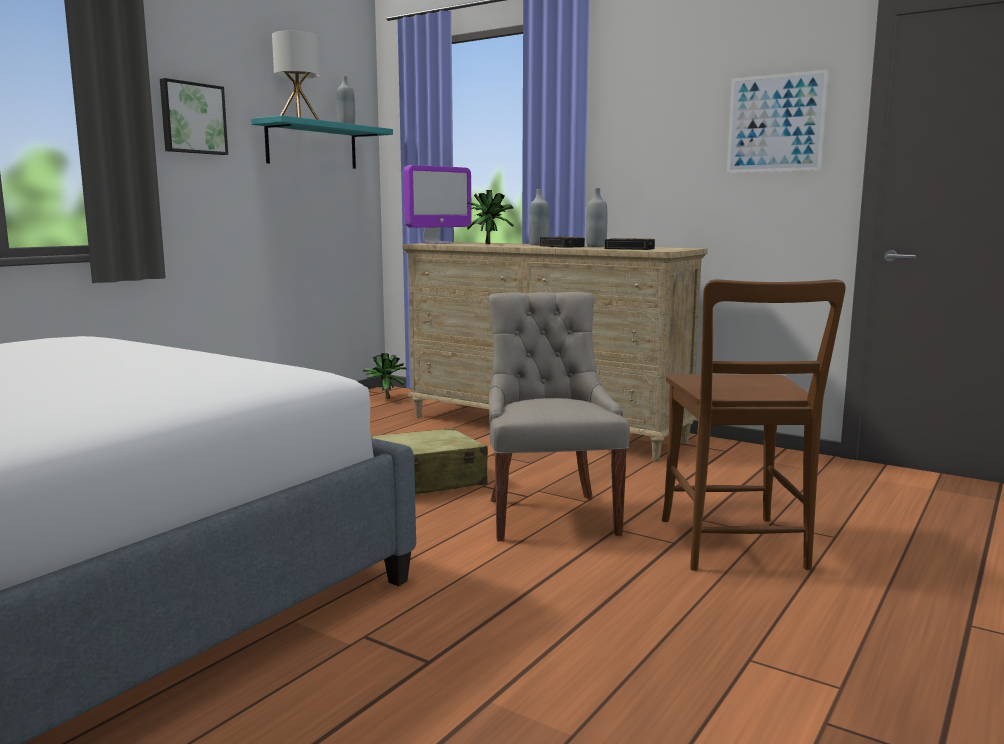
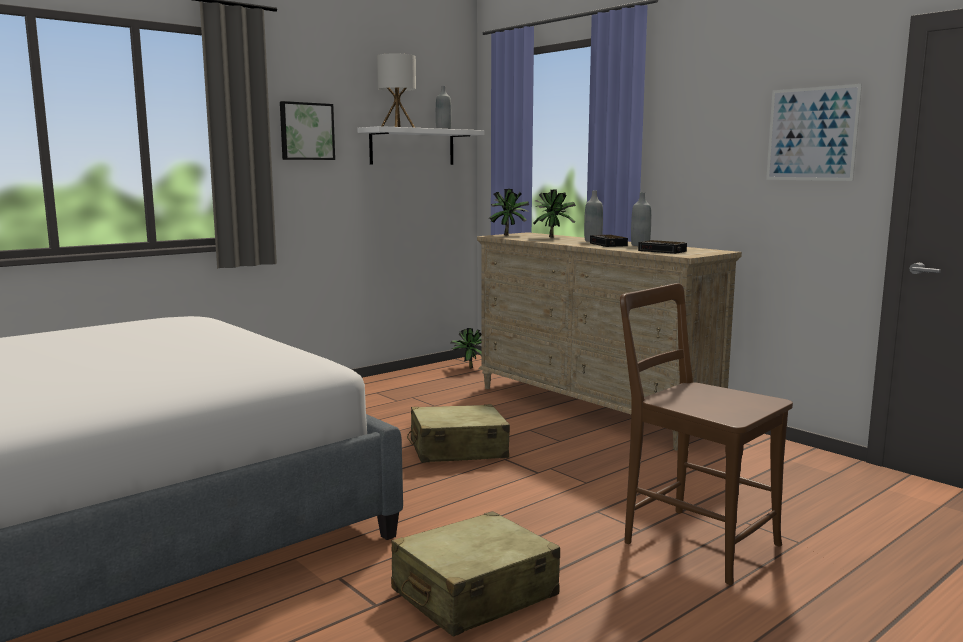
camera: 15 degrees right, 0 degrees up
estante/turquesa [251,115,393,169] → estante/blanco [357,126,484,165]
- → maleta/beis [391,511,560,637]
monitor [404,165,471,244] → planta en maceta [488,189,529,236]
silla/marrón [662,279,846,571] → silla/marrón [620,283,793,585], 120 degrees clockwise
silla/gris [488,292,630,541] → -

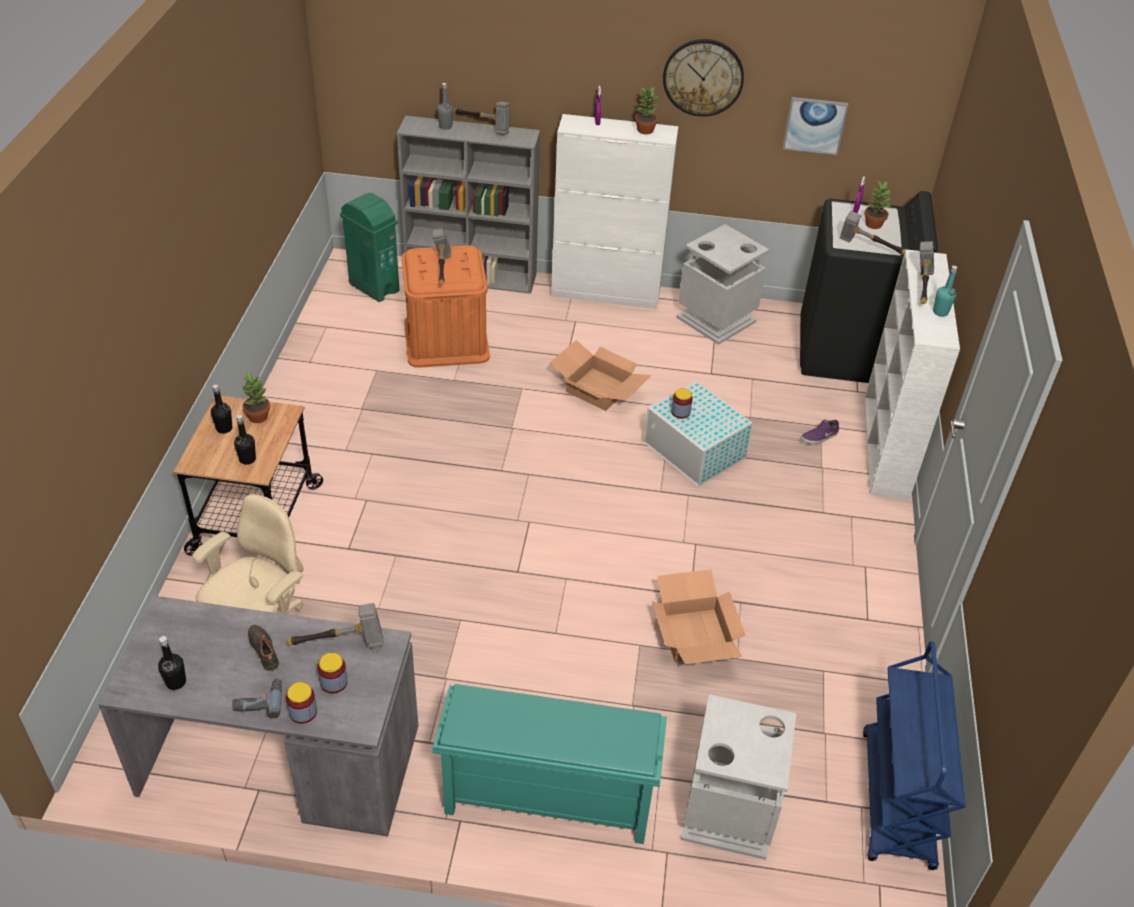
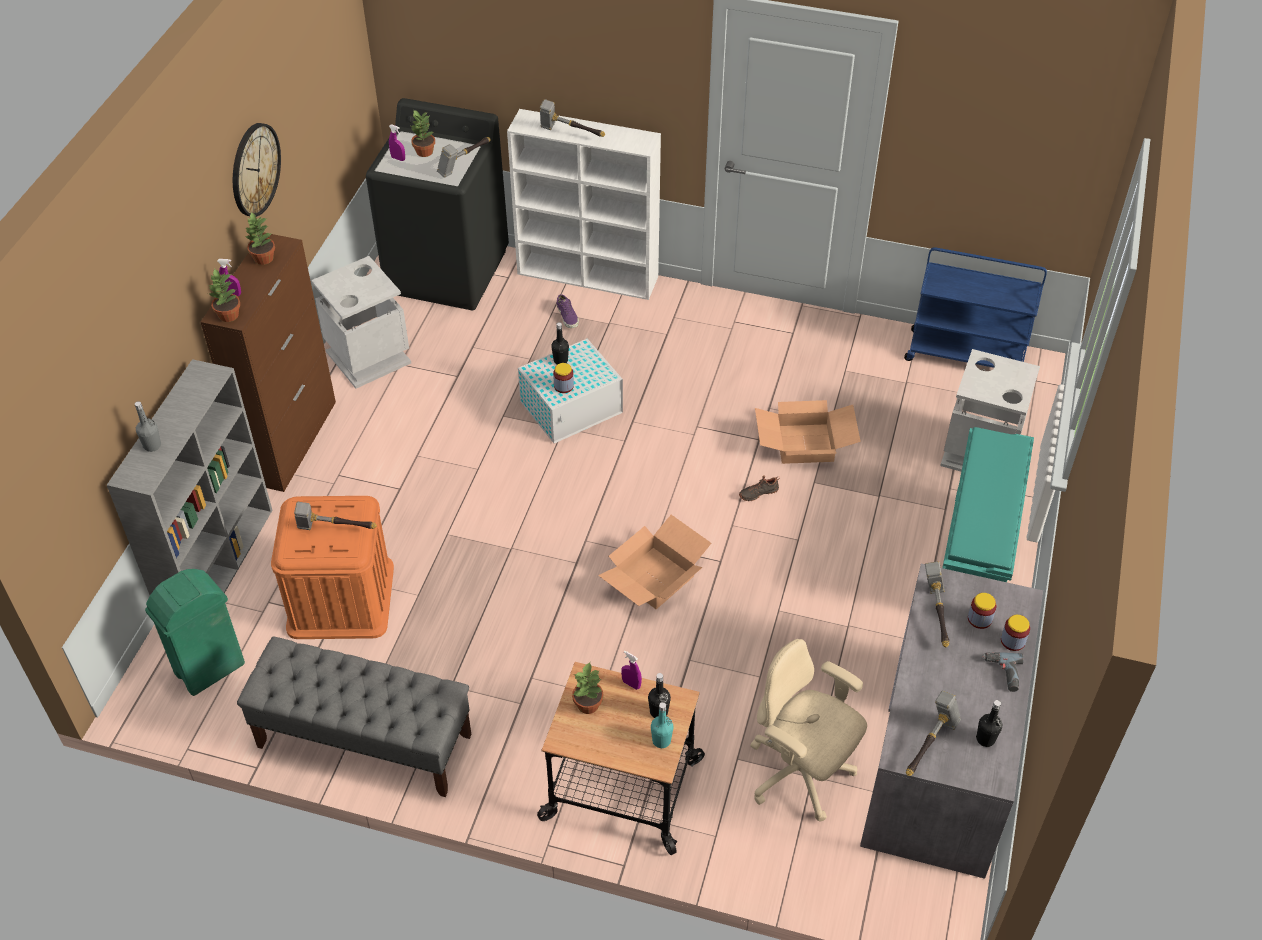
camera: 80 degrees left, 5 degrees up
armario/blanco [551,114,678,309] → armario/marrón [201,232,336,492]
- → planta en maceta [208,268,240,322]
- → banco/gris [237,636,472,797]
botella/negro [211,384,232,434] → botella/negro [551,322,569,365], shifted
caja de cartón [550,340,652,411] → caja de cartón [598,515,711,609], shifted
- → pulverizador/morado [621,651,642,690]
botella/turquesa [933,265,958,317] → botella/turquesa [651,702,674,748], shifted
zapato/negro [248,625,279,671] → zapato/negro [739,475,780,501], shifted
martillo [453,102,510,135] → martillo [906,691,961,776], shifted
cuadro [783,97,848,155] → -

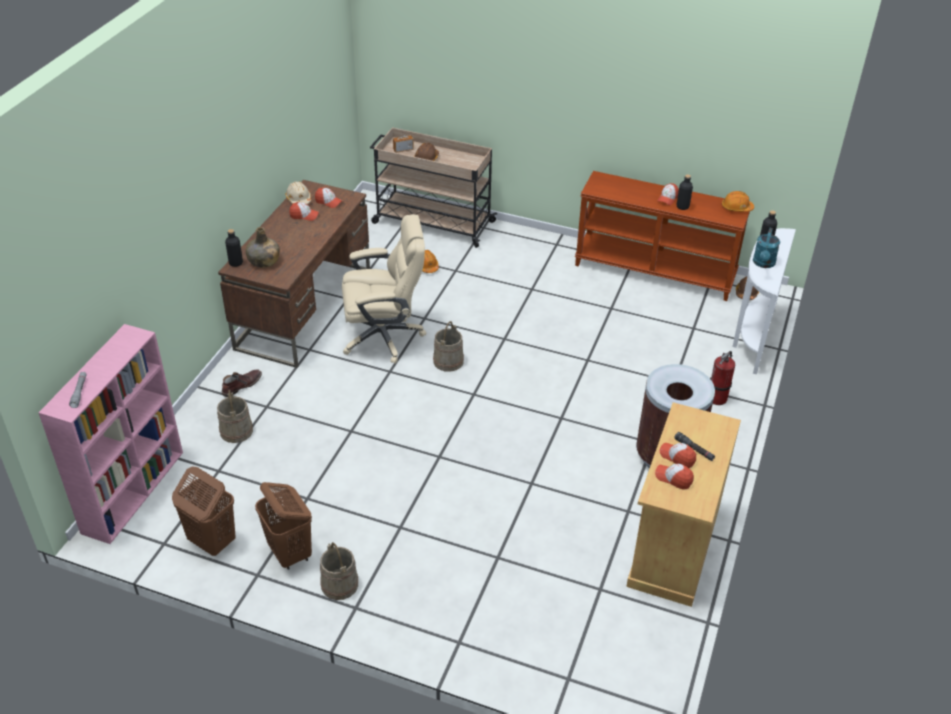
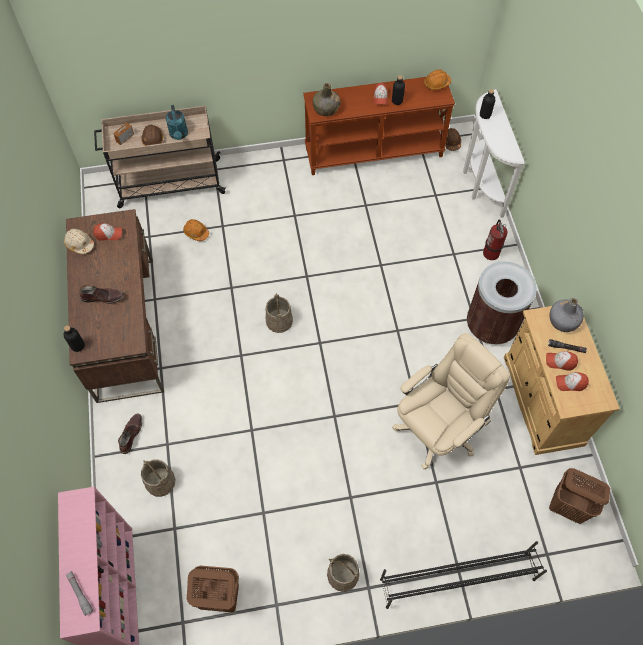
camera: 30 degrees left, 20 degrees up
- → bota/marrón [79,285,124,304]
regadera/turquesa [753,228,780,268] → regadera/turquesa [166,105,188,140], shifted
botella/verde [246,227,280,268] → botella/verde [313,83,340,116], shifted
- → zapatero/negro [380,541,547,609]
silla de oficina/beis [342,214,427,364] → silla de oficina/beis [392,333,510,469], shifted
- → botella/gris [549,298,584,332]
cesto de la ropa/marrón [255,482,312,570] → cesto de la ropa/marrón [549,468,610,524], shifted
gorra [290,202,319,221] → -

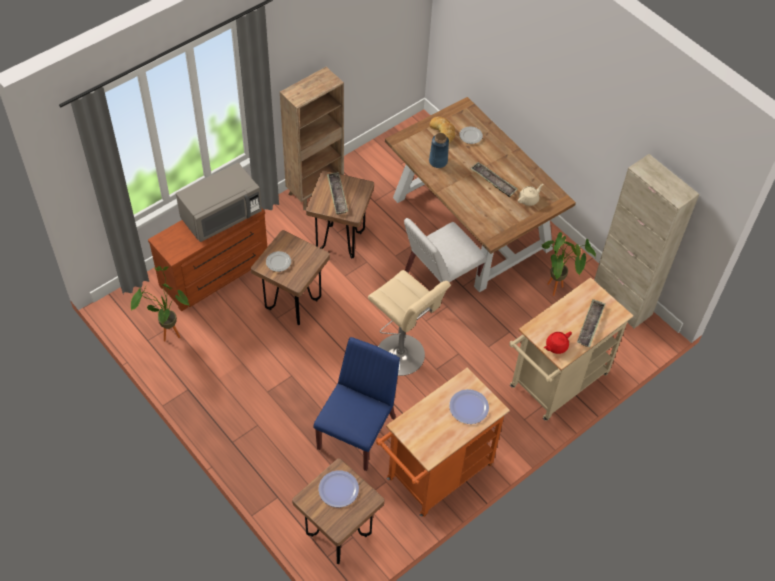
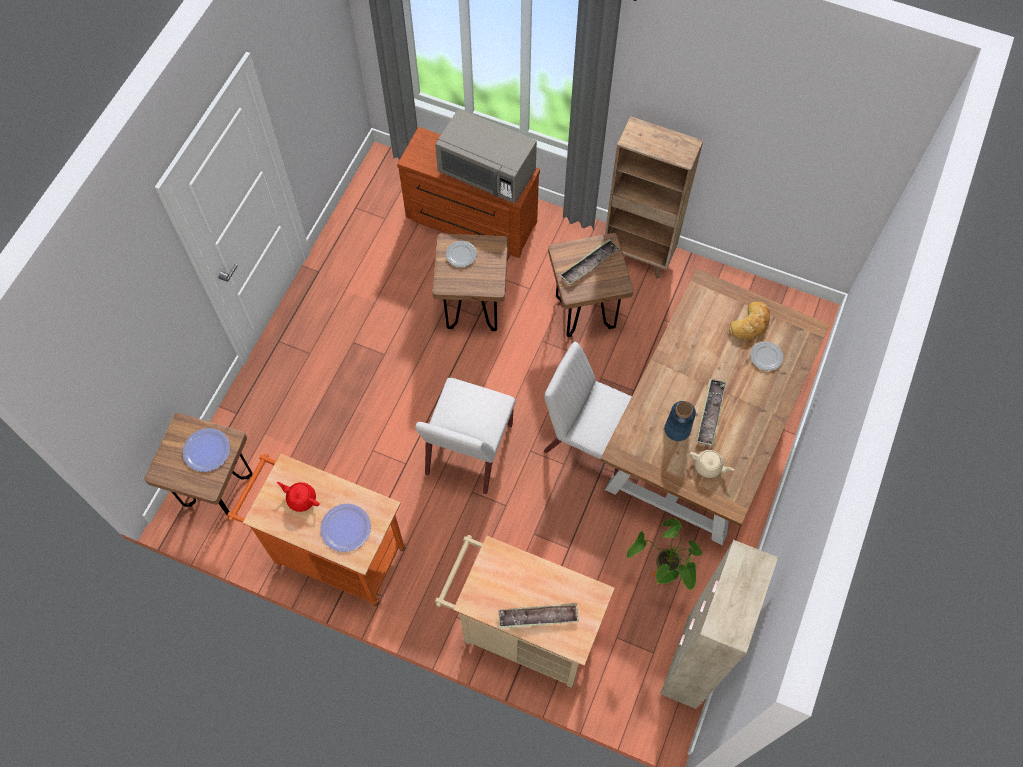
camera: 65 degrees right, 10 degrees up
tetera/rojo [544,332,572,354] → tetera/rojo [277,482,319,512], shifted
taburete/beis [368,270,451,376] → silla/blanco [415,378,516,494]
florero/azul [429,133,449,168] → florero/azul [664,401,696,441], shifted
planta en maceta [131,266,190,342] → -
silla/azul [313,337,400,471] → -

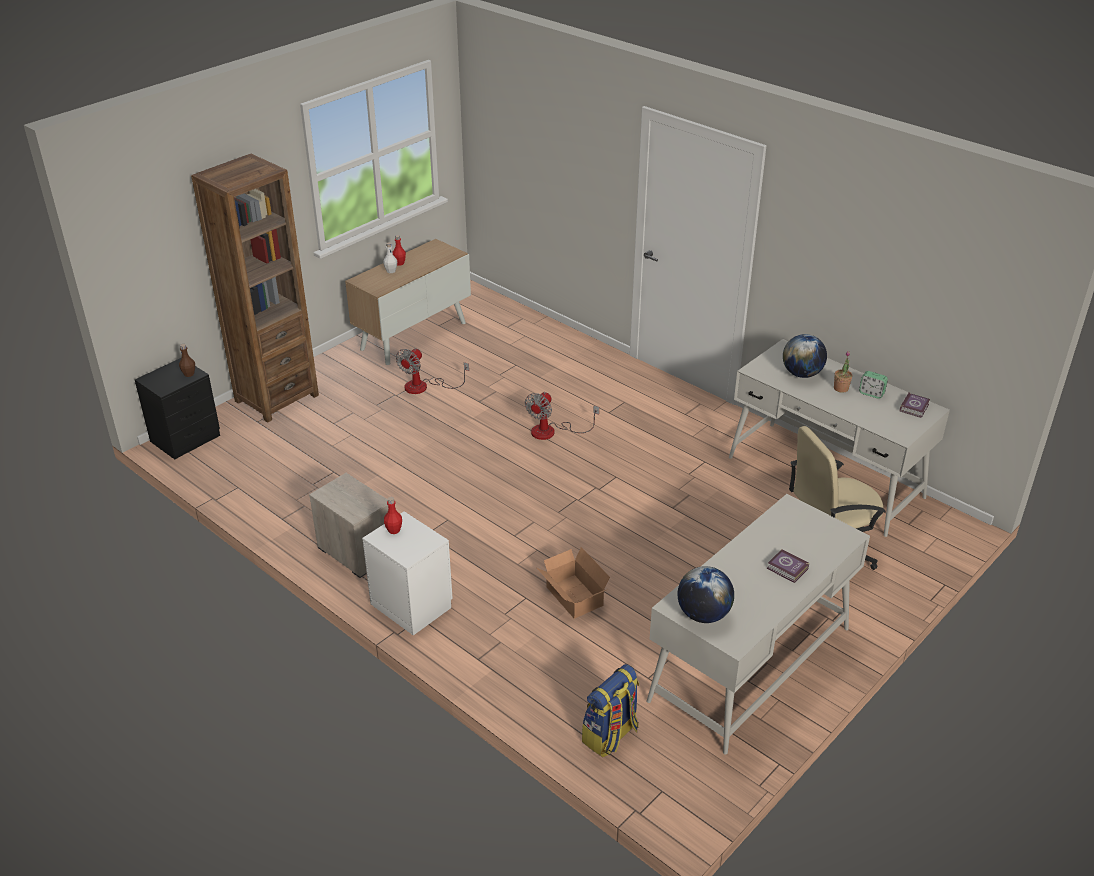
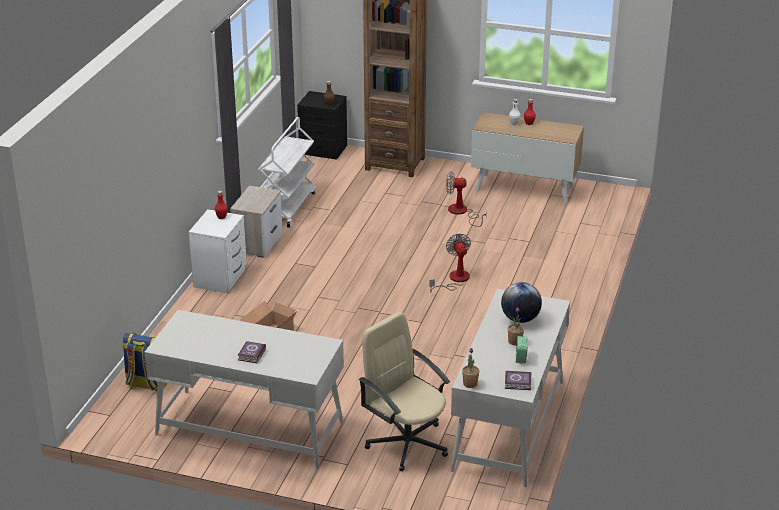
camera: 65 degrees right, 5 degrees down
- → carrito/blanco [258,117,316,228]
ventilador [525,392,599,440] → ventilador [429,233,471,293], 75 degrees clockwise
- → planta en maceta [462,348,479,388]
globo terráqueo [678,566,734,623] → -

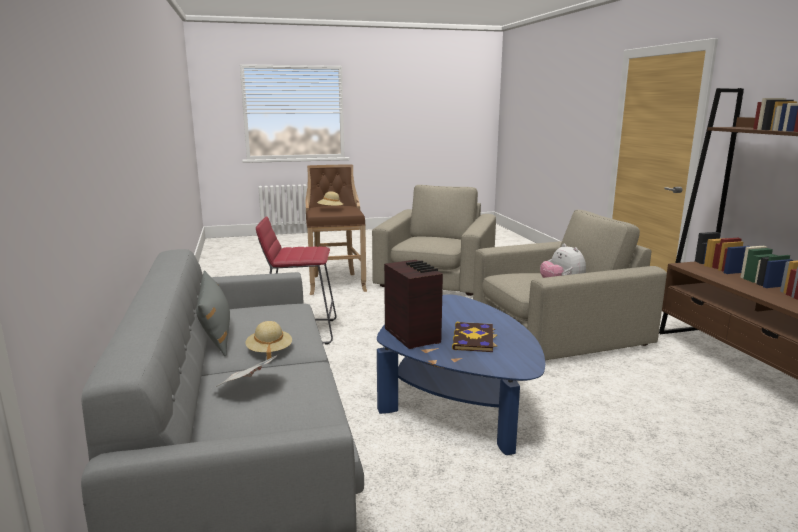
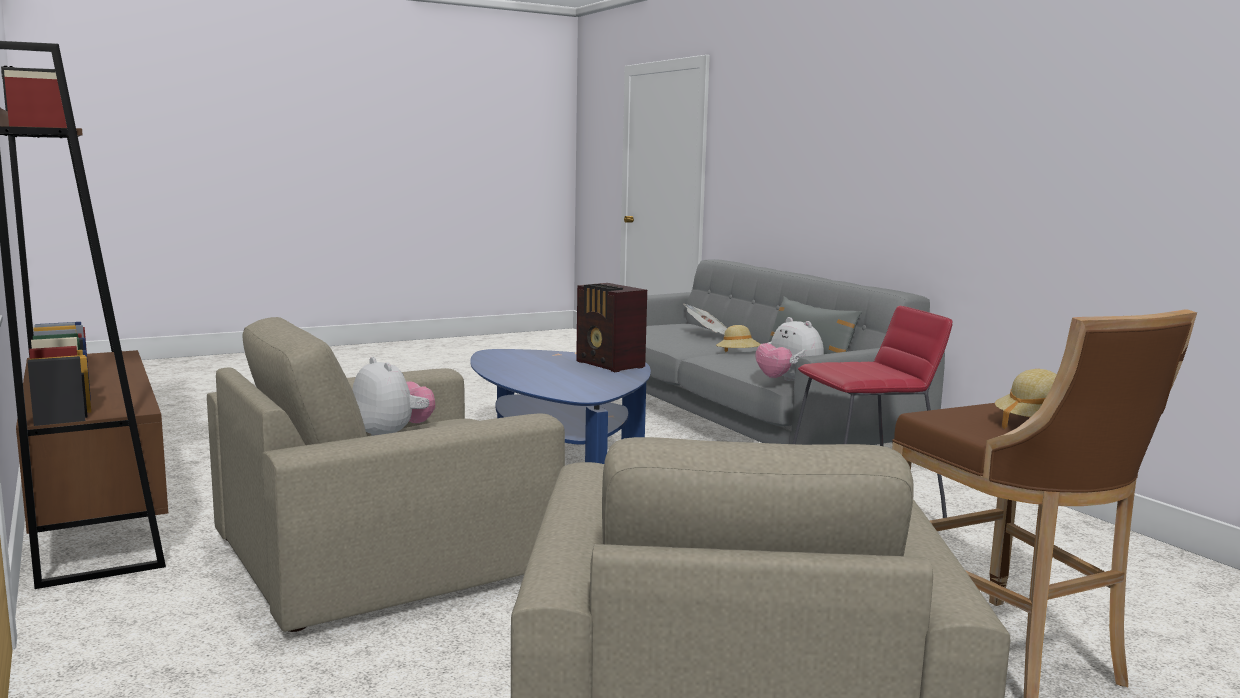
camera: 165 degrees right, 5 degrees down
- → peluche [755,317,824,381]
libro [452,322,497,352] → -

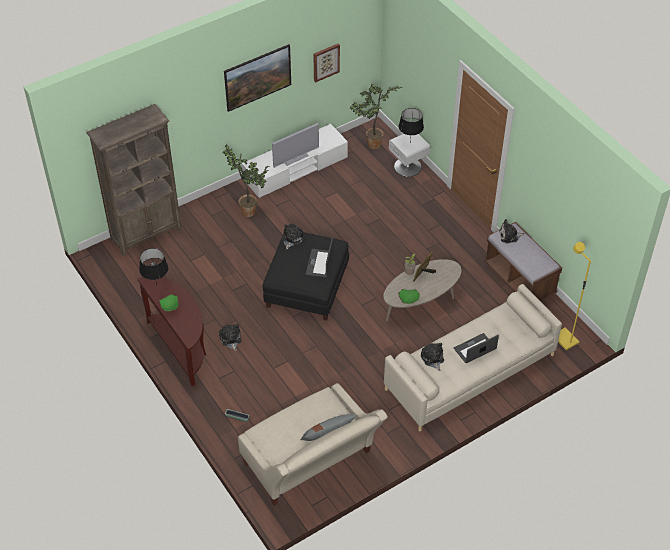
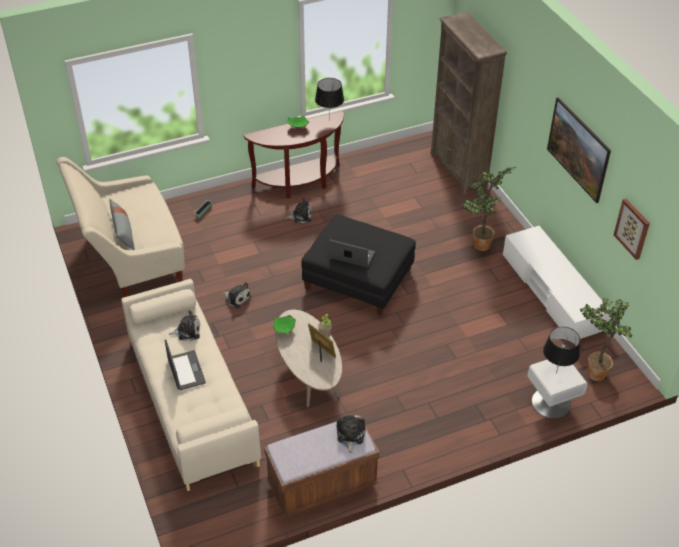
camera: 100 degrees right, 5 degrees down
peluche [282,224,304,250] → peluche [223,282,251,308], shifted
televisor [272,123,319,168] → -
lámpara de pie/amarillo [558,242,591,350] → -

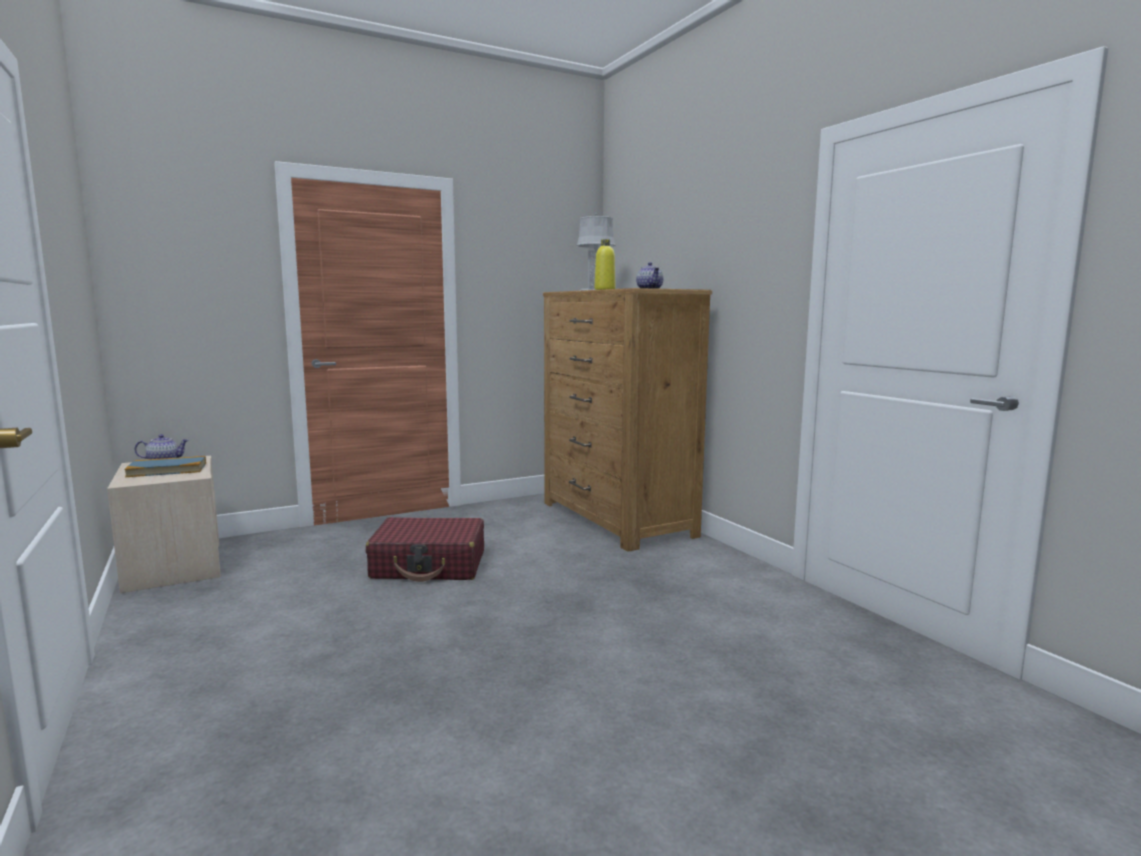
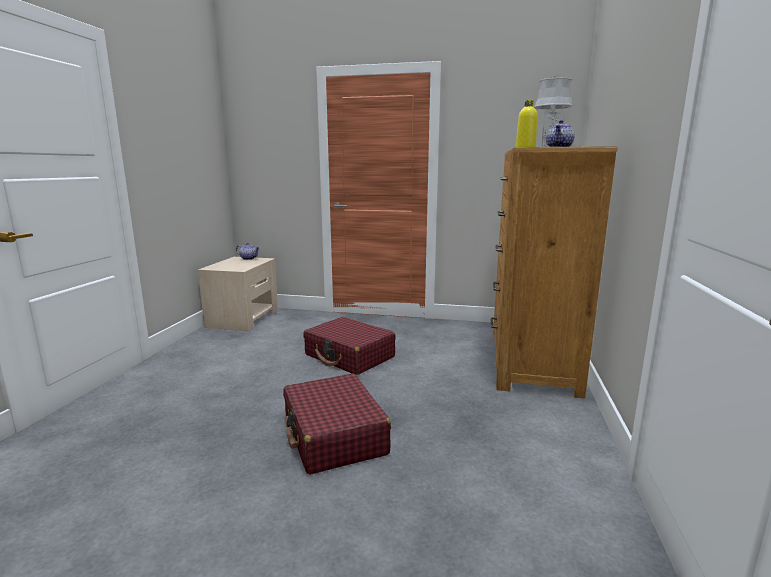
camera: 40 degrees right, 5 degrees up
- → maleta/rojo [283,374,391,475]
libro [124,456,206,477] → -

